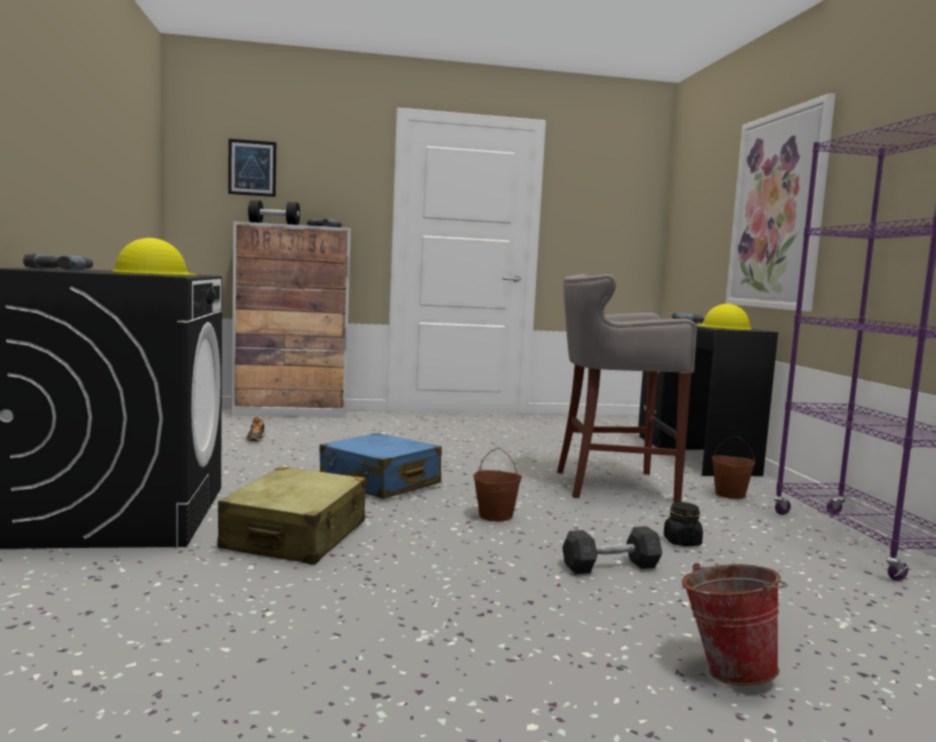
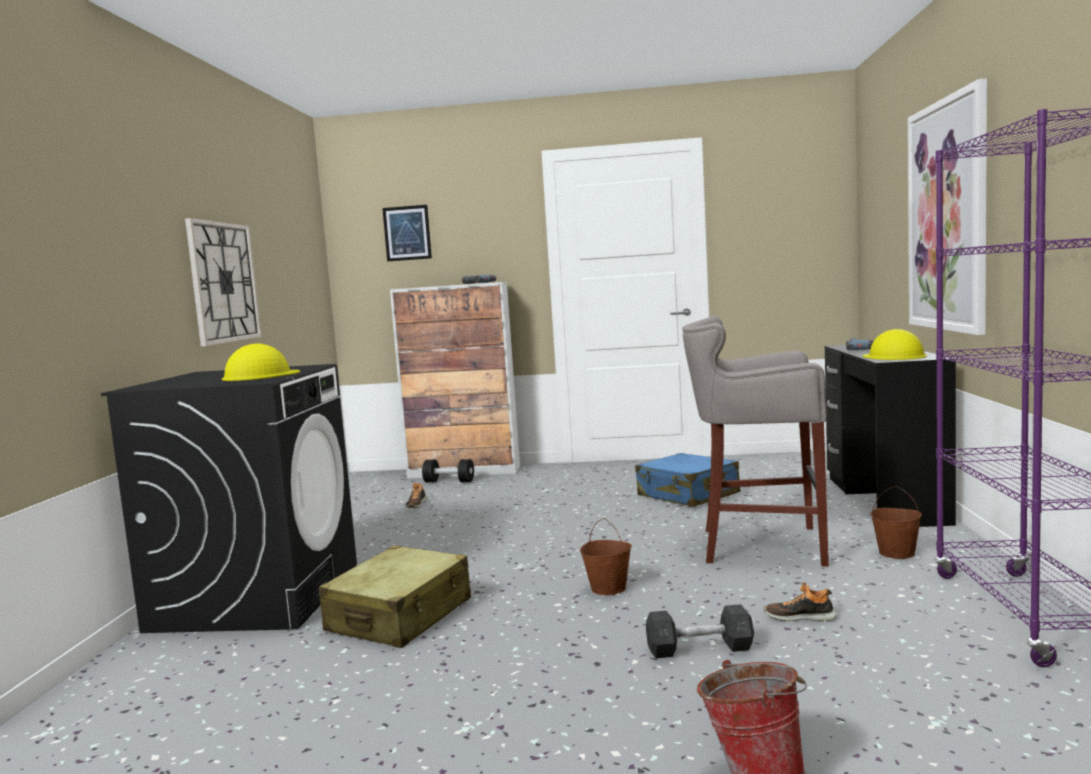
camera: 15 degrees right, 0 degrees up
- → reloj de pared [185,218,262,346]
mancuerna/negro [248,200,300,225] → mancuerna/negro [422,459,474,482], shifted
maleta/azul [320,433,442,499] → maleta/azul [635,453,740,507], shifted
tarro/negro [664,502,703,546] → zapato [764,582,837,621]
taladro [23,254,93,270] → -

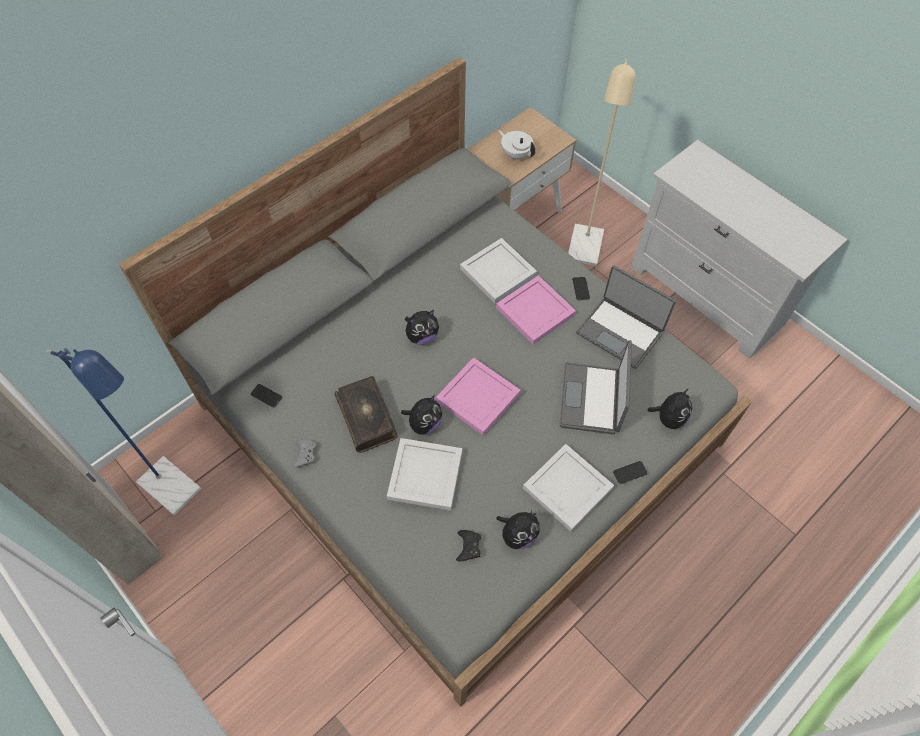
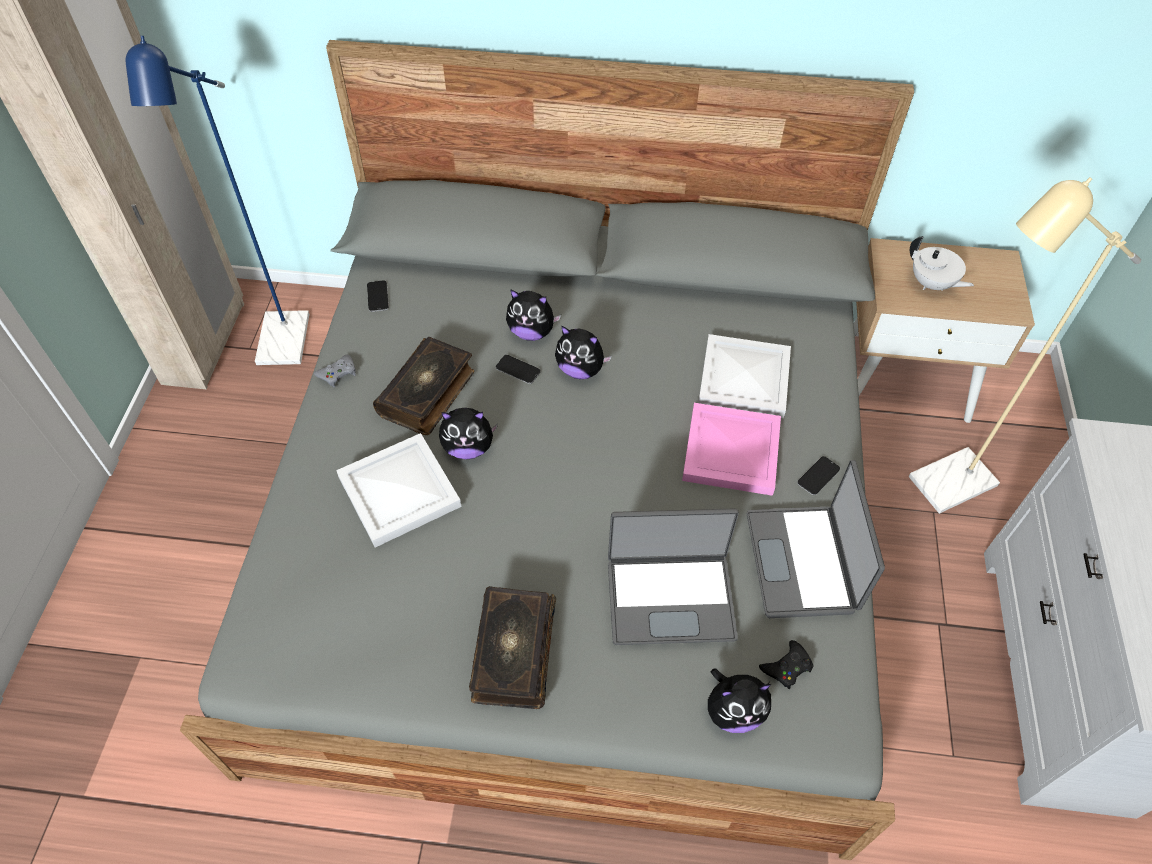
camera: 50 degrees right, 5 degrees down
bandeja/blanco [523,444,614,532] → libro [469,586,556,709]
móvil [613,461,647,484] → móvil [496,355,541,384], shifted
peluche [496,511,540,549] → peluche [506,289,561,341], shifted
portátil [560,340,632,434] → portátil [608,508,739,645], 150 degrees counterclockwise
mando de consola/negro [456,530,481,561] → mando de consola/negro [759,640,814,689], shifted
tetera/blanco [498,130,535,159] → tetera/blanco [910,236,974,291], 135 degrees clockwise
bandeja/rosa [436,357,521,435] → -

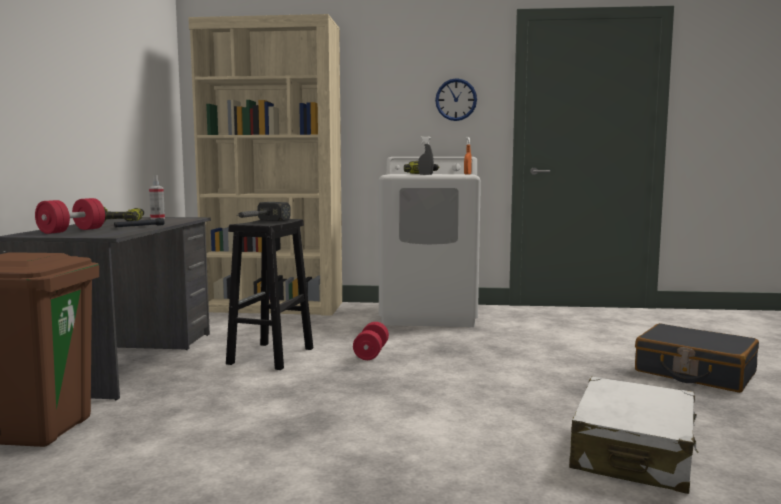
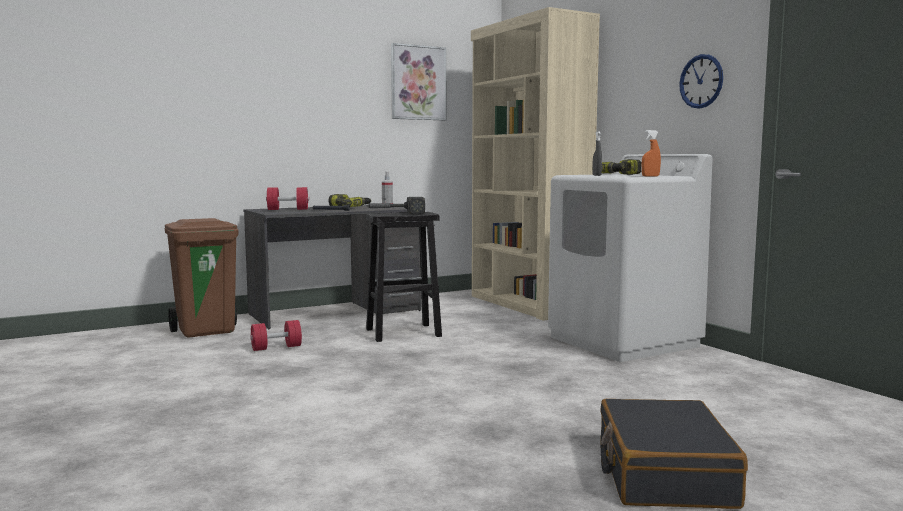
camera: 55 degrees right, 0 degrees up
mancuerna/rojo [353,322,389,360] → mancuerna/rojo [250,320,302,351], shifted
- → cuadro [391,43,446,120]
maleta/blanco [569,377,698,494] → -

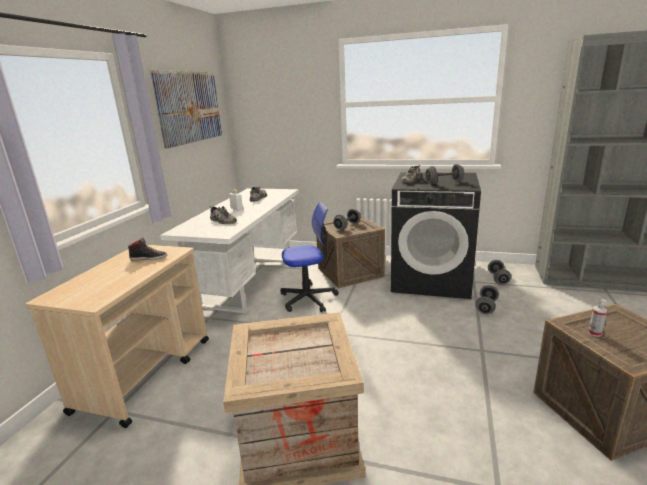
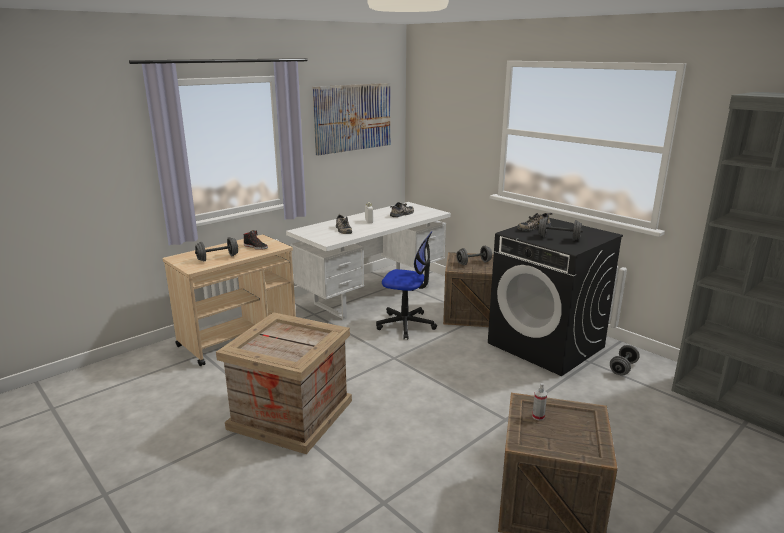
camera: 30 degrees right, 0 degrees up
mancuerna/gris [476,285,499,314] → mancuerna/gris [195,237,238,261], shifted

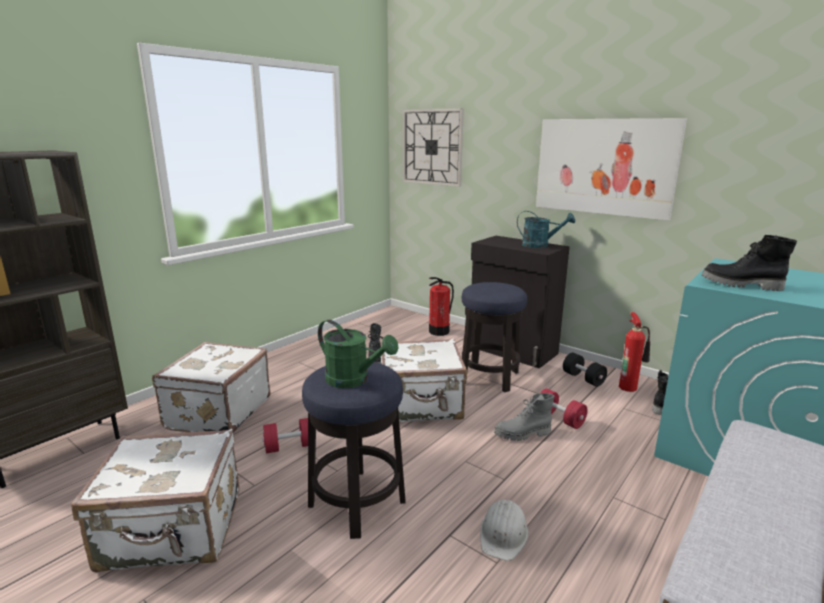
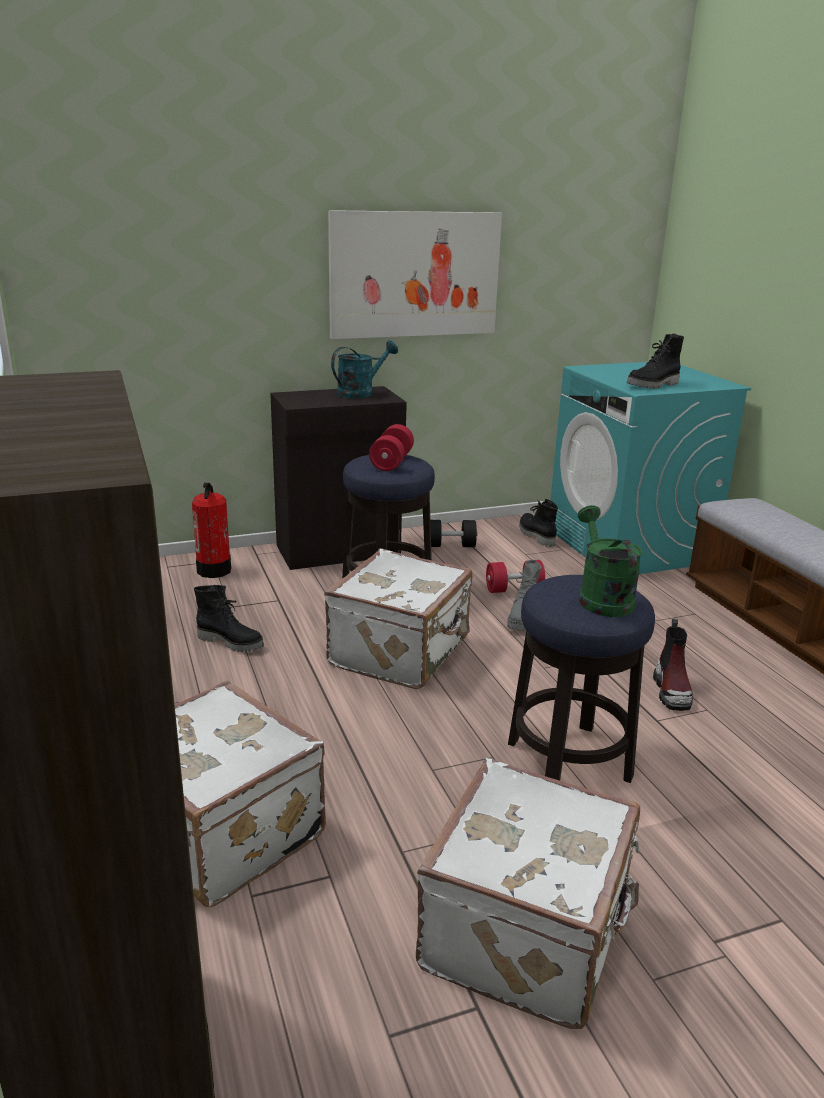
camera: 60 degrees left, 5 degrees up
mancuerna/rojo [262,418,308,454] → mancuerna/rojo [369,424,414,471], shifted
regadera/verde [318,320,399,388] → regadera/verde [578,505,642,617], 75 degrees counterclockwise
casco/blanco [480,500,528,561] → bota [653,619,693,711]
reloj de pared [403,108,464,187] → -
extintor [619,312,650,392] → -

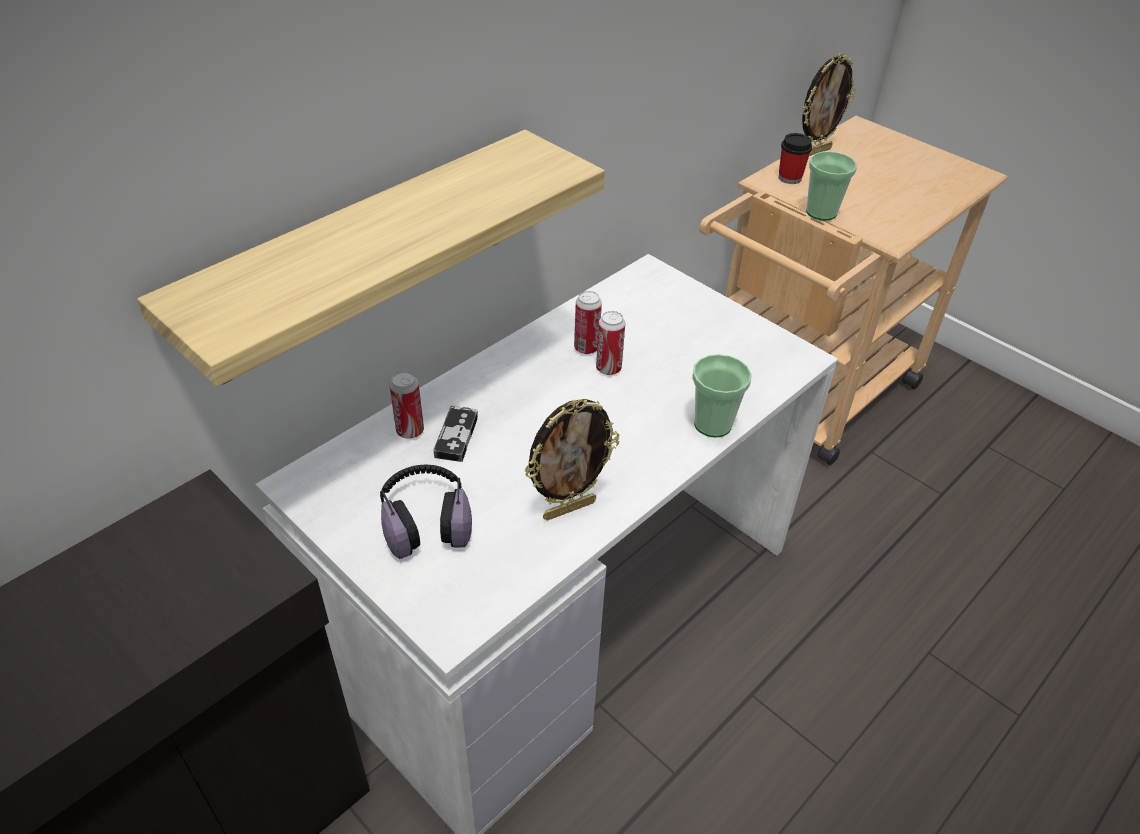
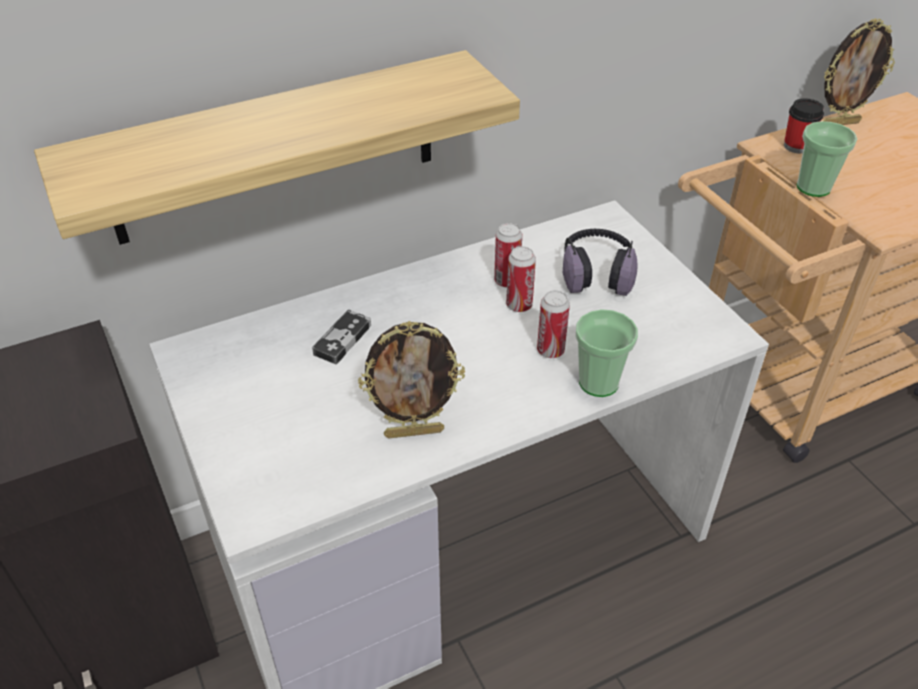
camera: 20 degrees right, 0 degrees up
lata [389,371,424,439] → lata [537,290,570,358], shifted
auriculares [380,465,472,559] → auriculares [563,229,638,296], shifted

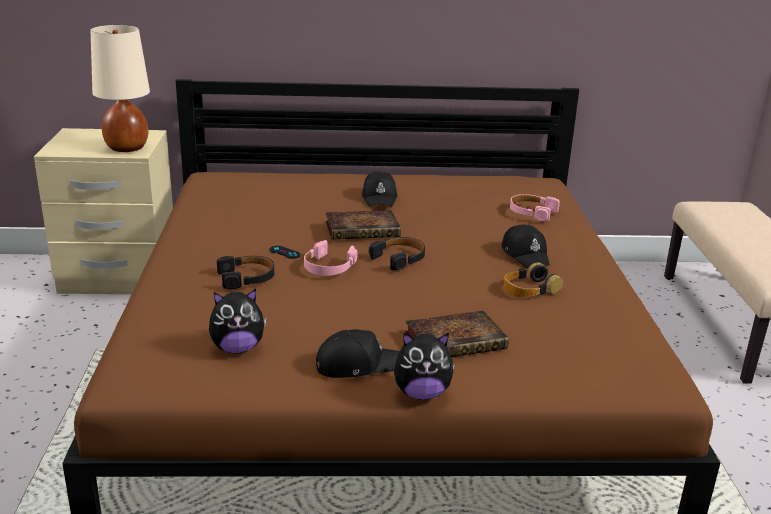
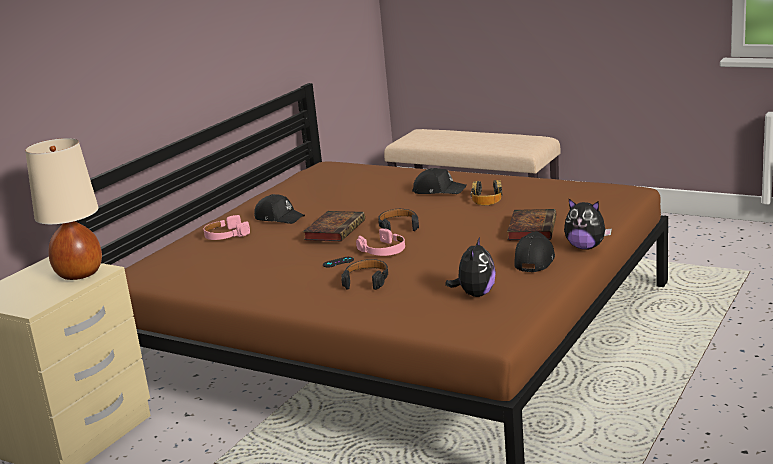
camera: 55 degrees left, 5 degrees down
auriculares/rosa [510,194,560,221] → auriculares/rosa [203,215,250,240], shifted
peluche [394,333,456,400] → peluche [564,199,612,250], 90 degrees clockwise

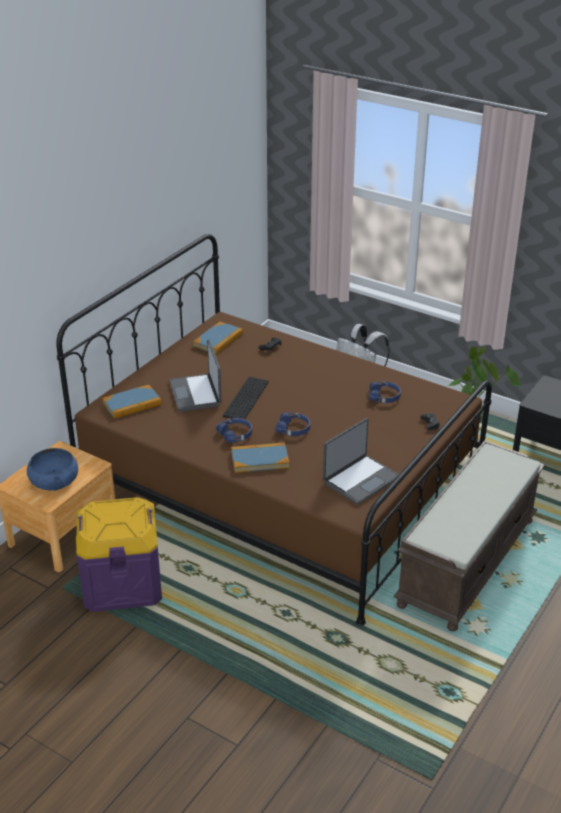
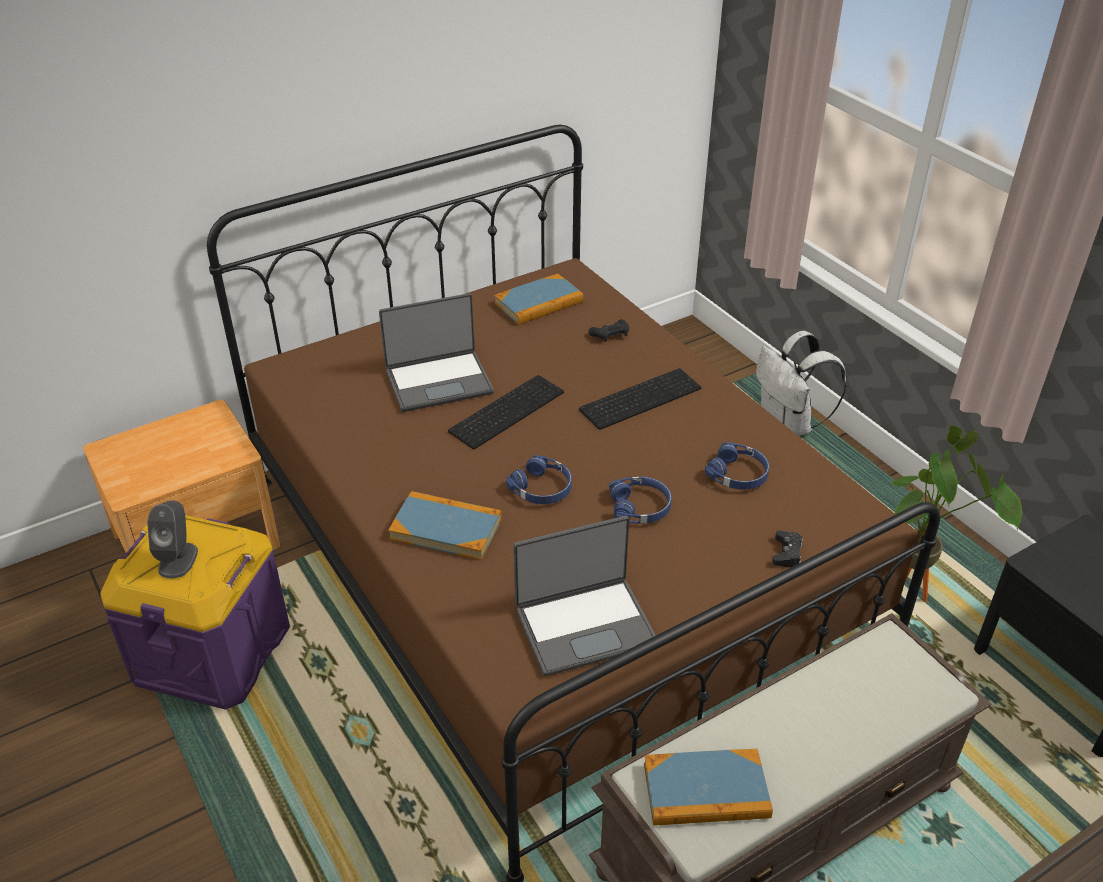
camera: 25 degrees right, 5 degrees up
- → altavoz/gris [147,500,198,578]
portátil [169,340,222,412] → portátil [379,293,494,412], 120 degrees counterclockwise
- → teclado [579,368,701,430]
auriculares/azul [216,418,252,443] → auriculares/azul [609,477,672,523], shifted
libro [102,385,162,419] → libro [644,749,773,826], shifted
cuenco/azul [27,448,78,491] → -

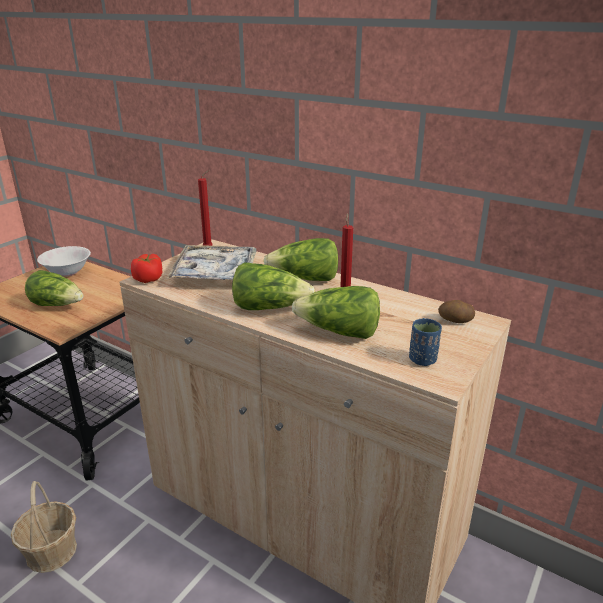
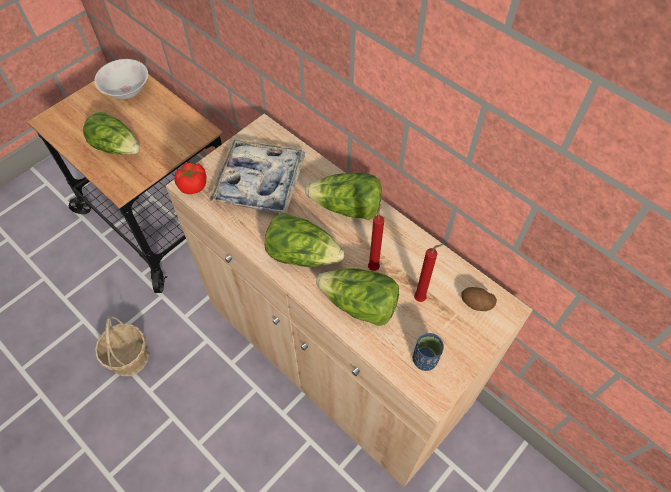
camera: 10 degrees right, 30 degrees up
vela/rojo [198,170,212,249] → vela/rojo [414,243,444,302], shifted

